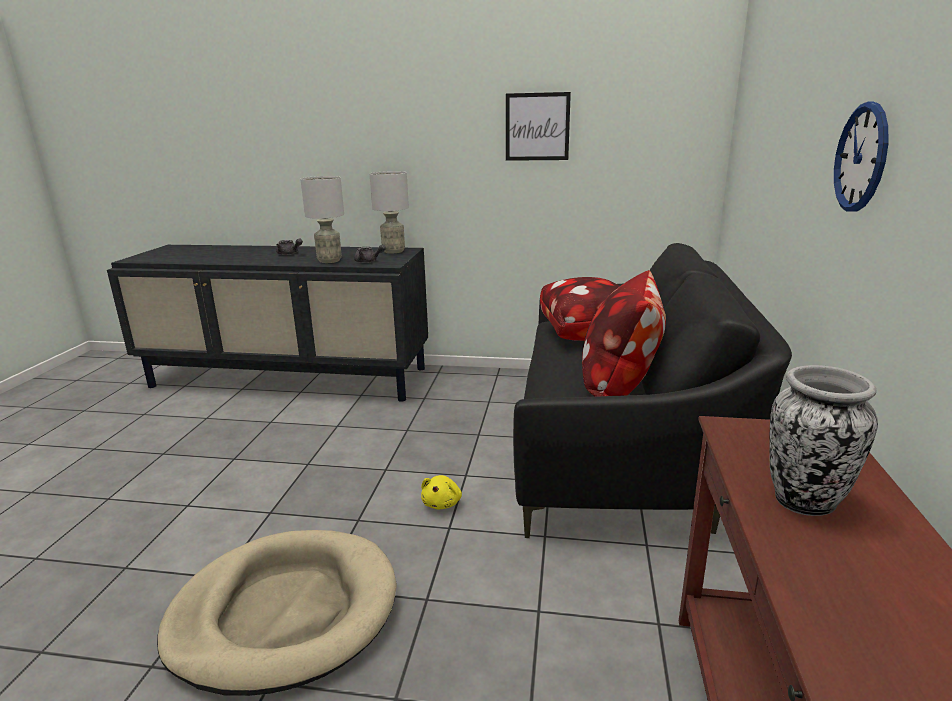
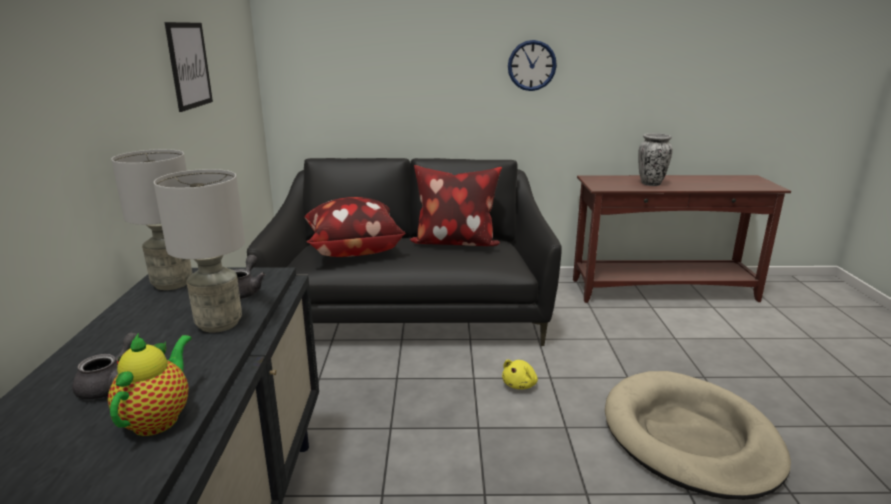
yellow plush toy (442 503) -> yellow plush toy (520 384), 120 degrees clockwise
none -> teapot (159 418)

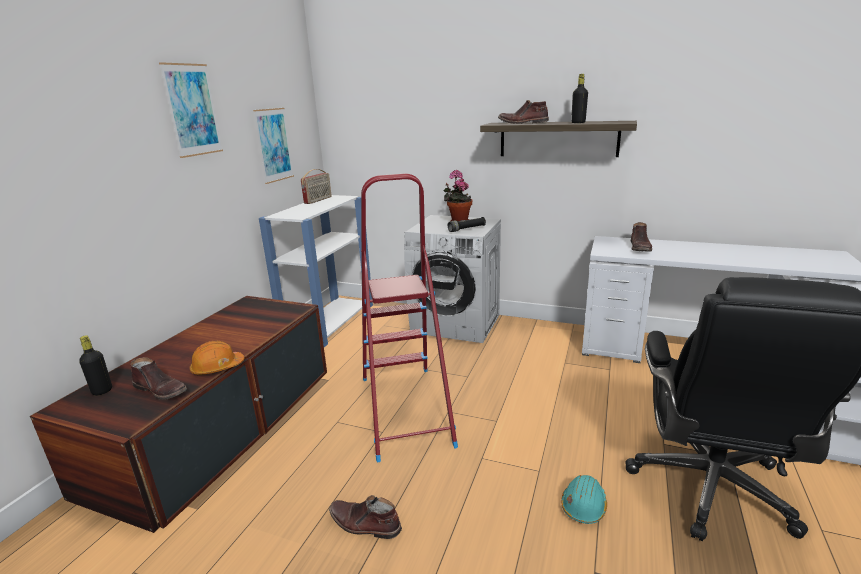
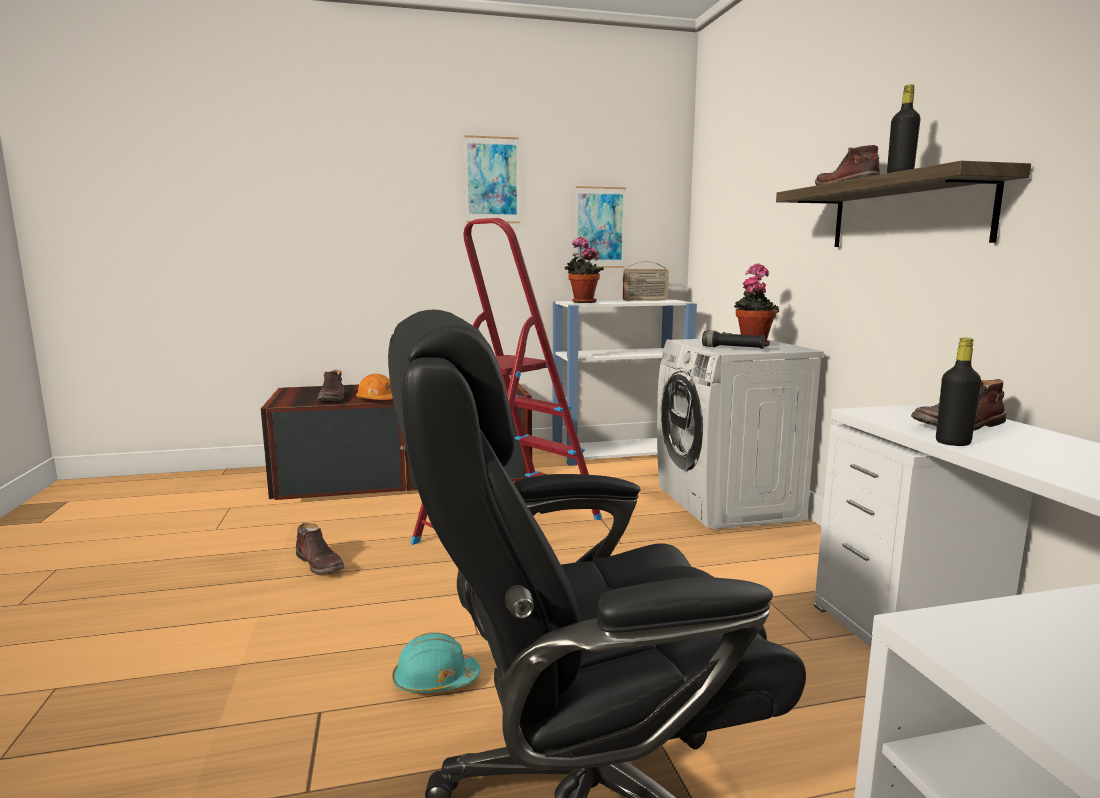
black bottle (102 391) -> black bottle (953 443), moved
brown boot (364 524) -> brown boot (321 564), 150 degrees clockwise
none -> potted plant (582 302)

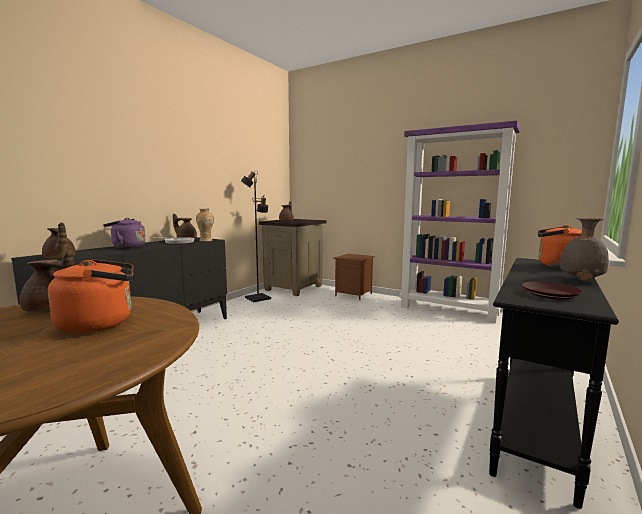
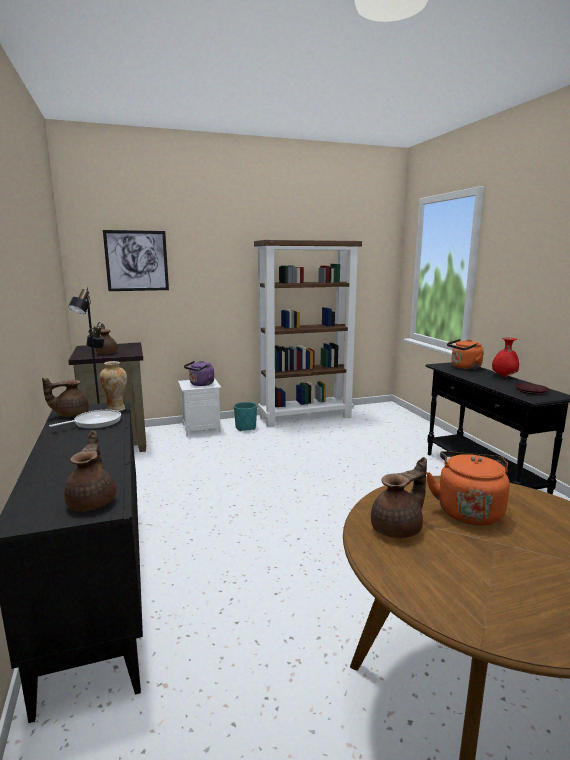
brown teapot (59 258) -> brown teapot (93 501), 90 degrees counterclockwise
purple kettle (126 247) -> purple kettle (201 384), moved
brown nightstand (354 294) -> white nightstand (202 428)
purple bookcase (449 310) -> brown bookcase (306 417)
grey vase (580 279) -> red vase (503 376)
none -> picture (136 261)
none -> turquoise planter (245 428)

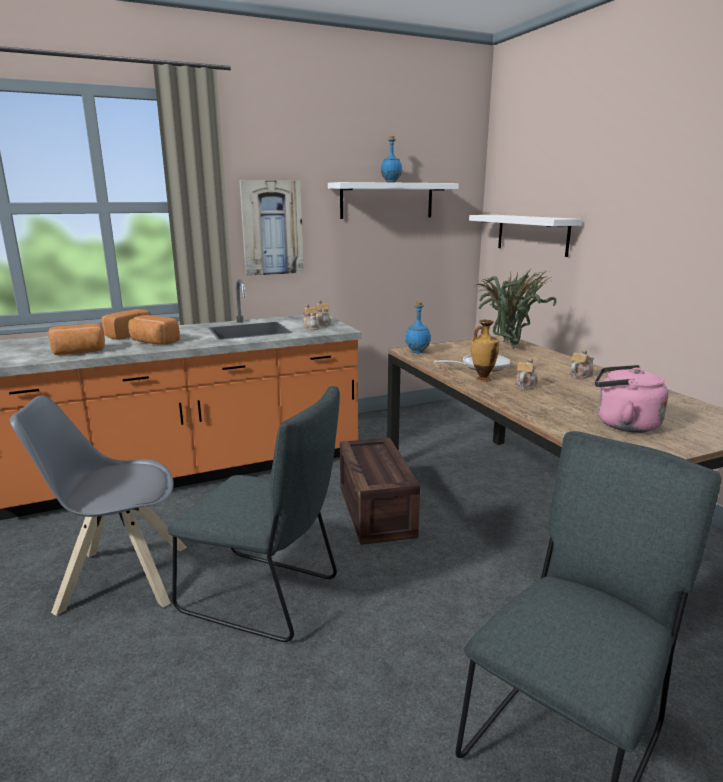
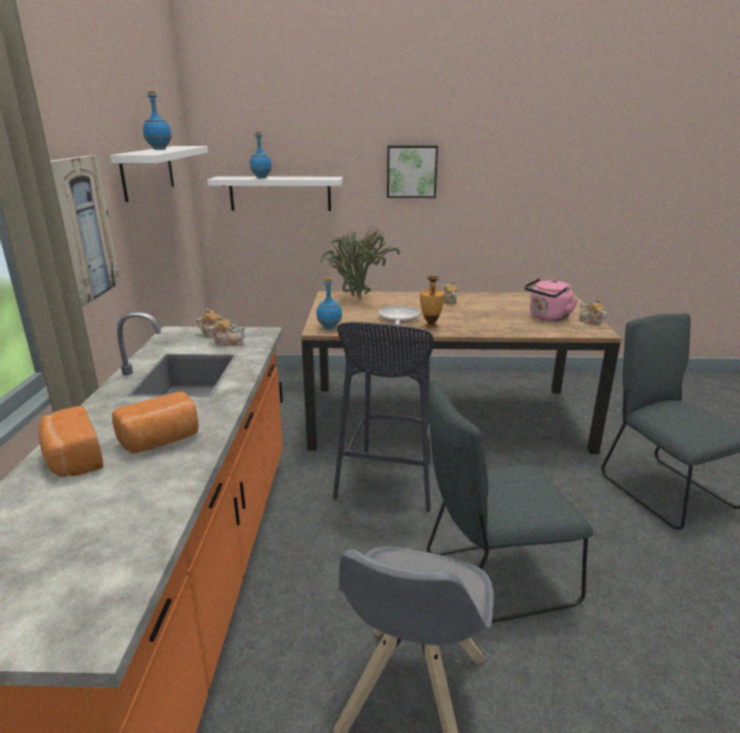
bread (79 352) -> none
grey chair (265 596) -> grey chair (493 580), 150 degrees counterclockwise
crate (374 510) -> grey stool (388 482)
teapot (525 385) -> teapot (589 322), moved
none -> blue bottle (261 178)
none -> picture (411 171)

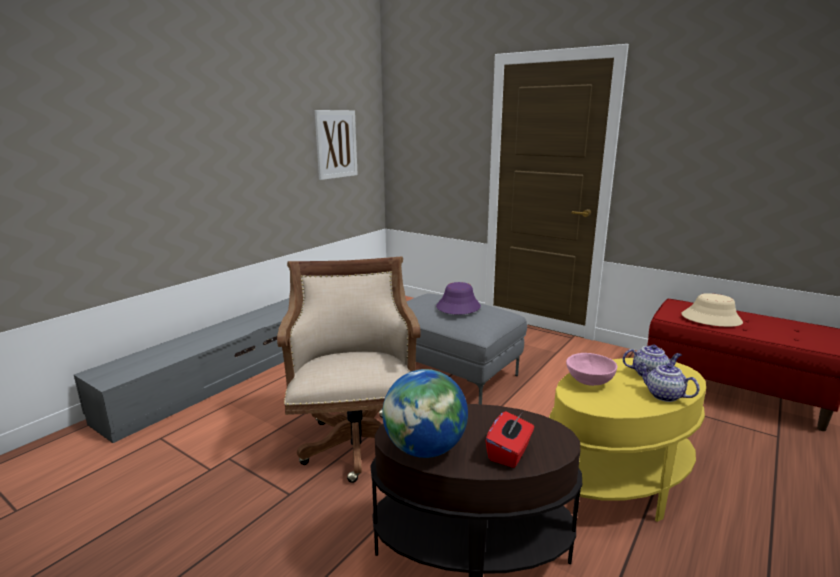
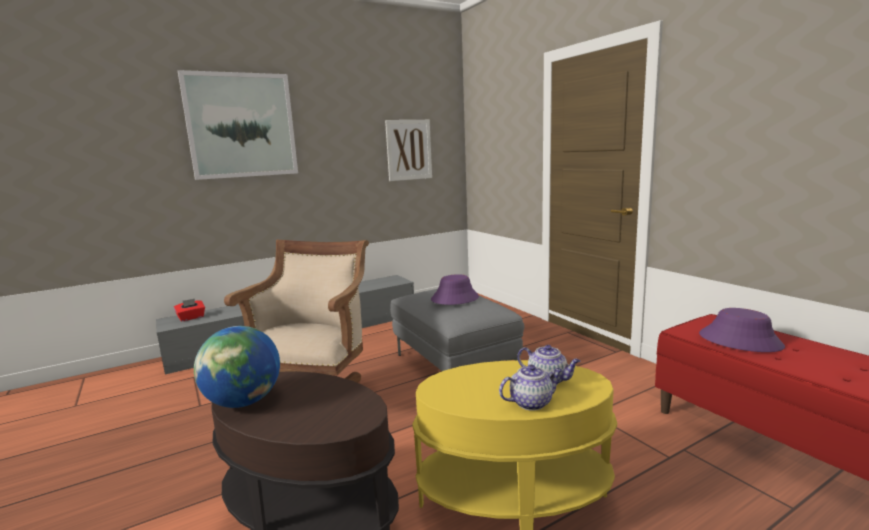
red tissue box (509 453) -> red tissue box (191 318), moved
pink bowl (589 383) -> none
teapot (663 395) -> teapot (531 402), 90 degrees clockwise
beige hat (711 319) -> purple hat (740 340)
none -> picture (241 125)

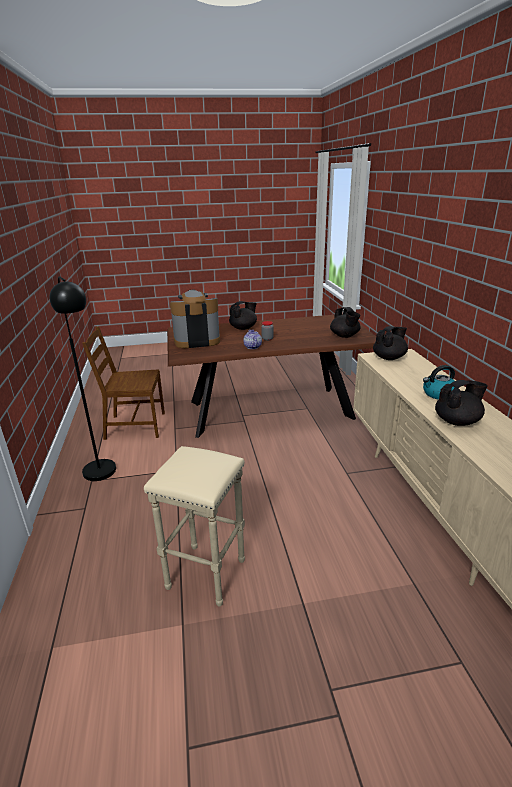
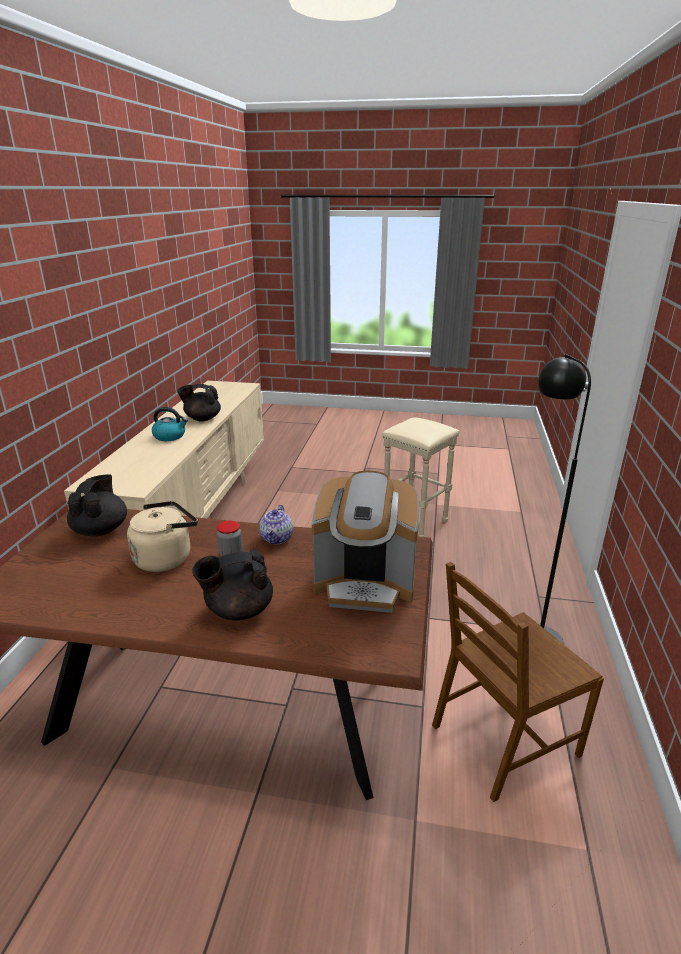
brown chair (134 426) -> brown chair (503 740), 135 degrees clockwise
black teapot (389 358) -> none
none -> beige kettle (166 557)

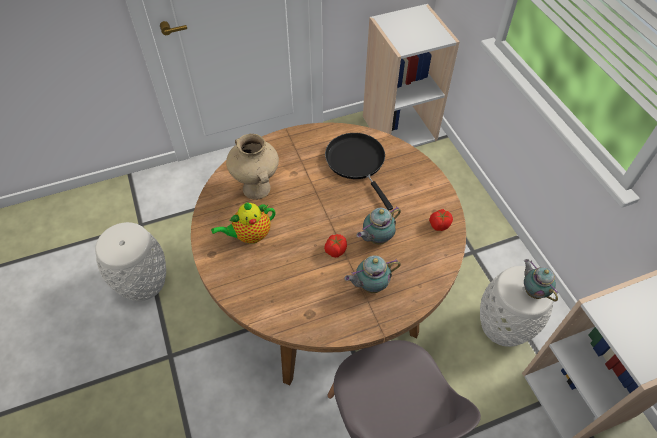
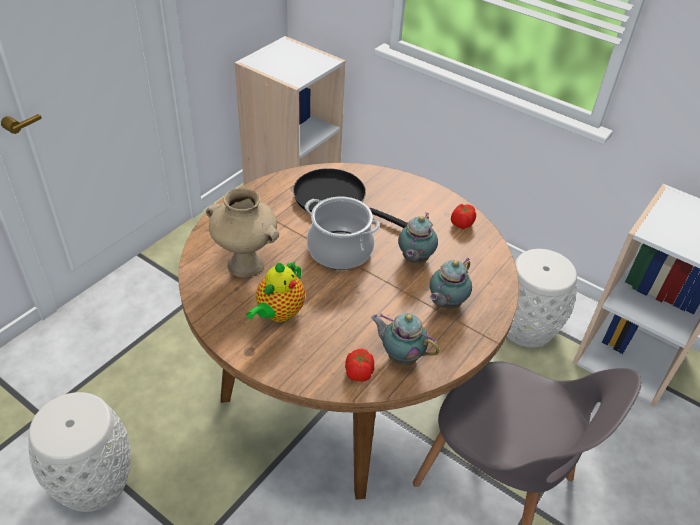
tomato (335 250) -> tomato (358 373), moved
teapot (533 290) -> teapot (400 356), moved
none -> cooking pot (339 251)

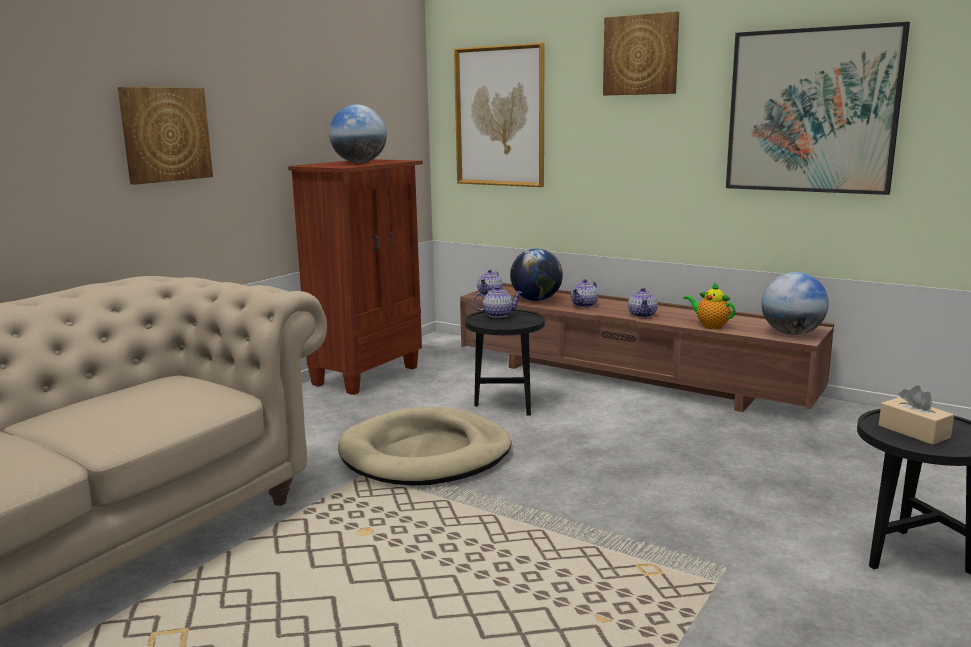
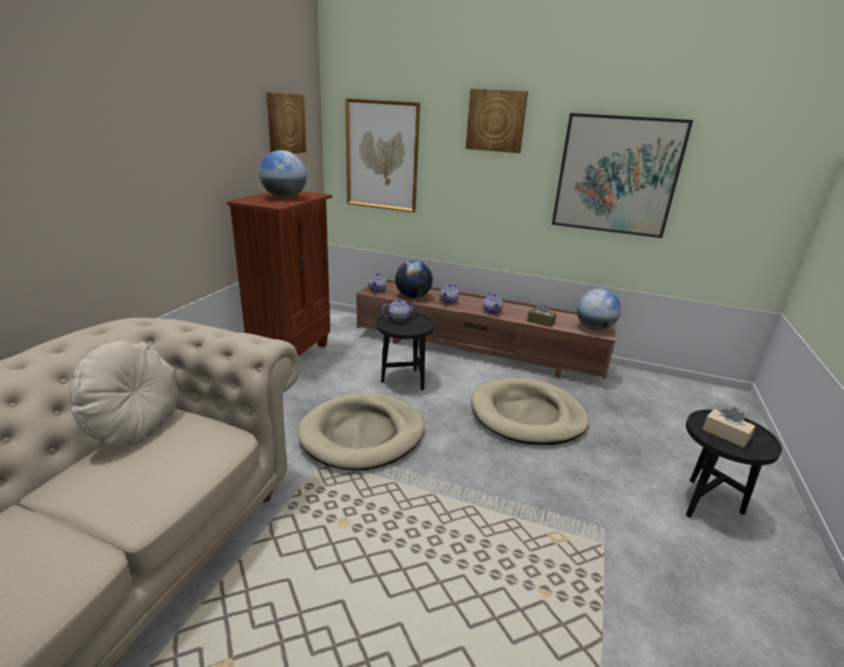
picture (165 134) -> picture (285 124), moved
teapot (710 326) -> brown tissue box (540 322)
none -> beige pillow (137 430)
none -> beige dog bed (527 415)

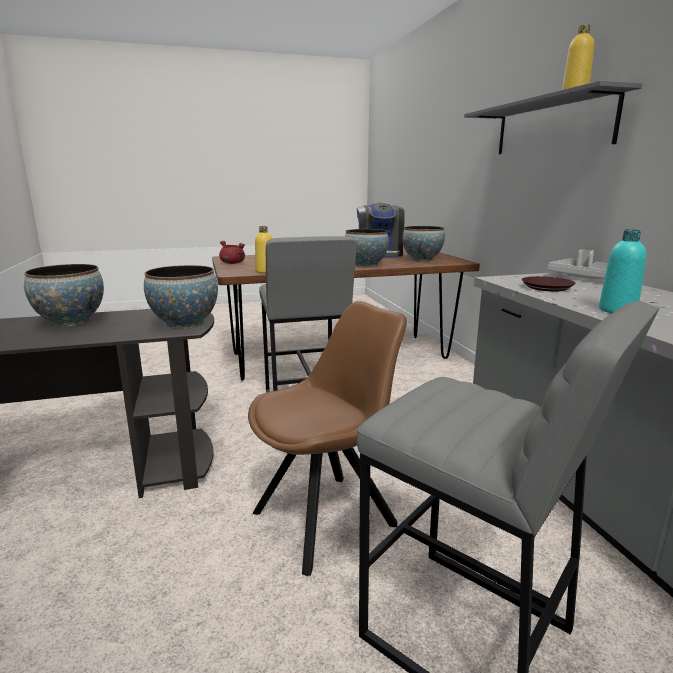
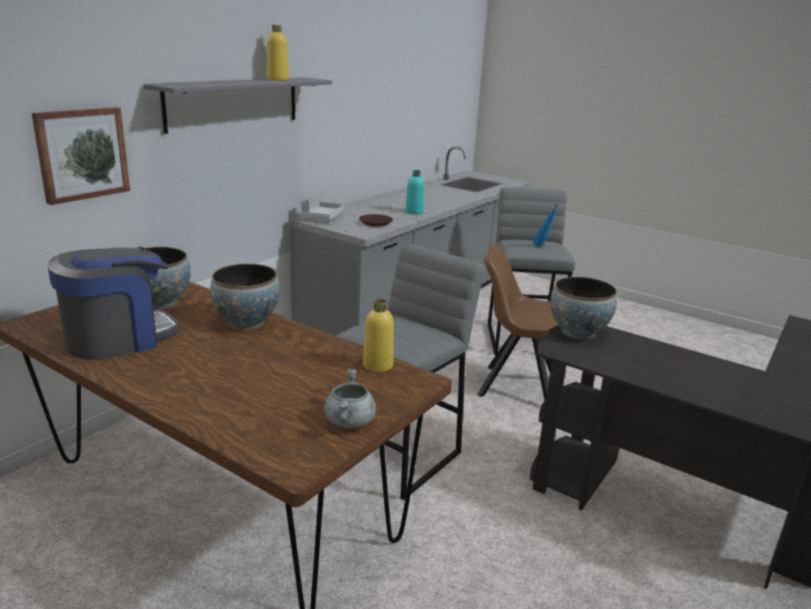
bowl (71 321) -> none
red cooking pot (232 263) -> grey cooking pot (350 422)
none -> picture (82 154)
none -> blue bottle (542 246)

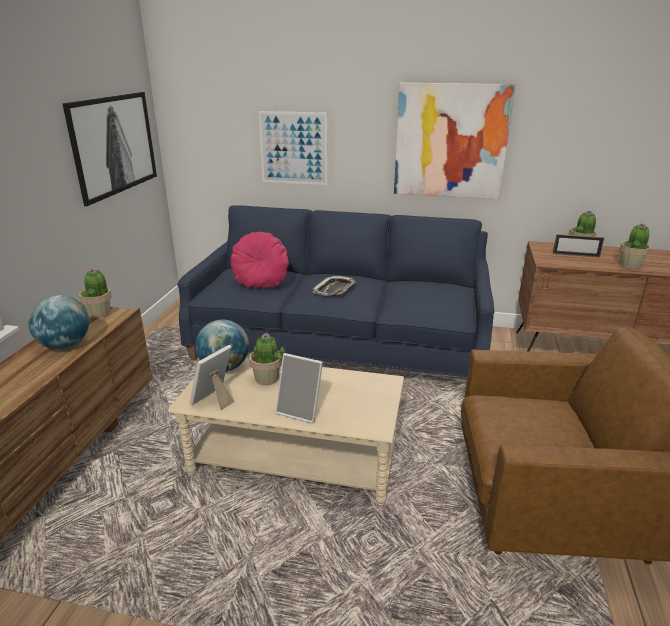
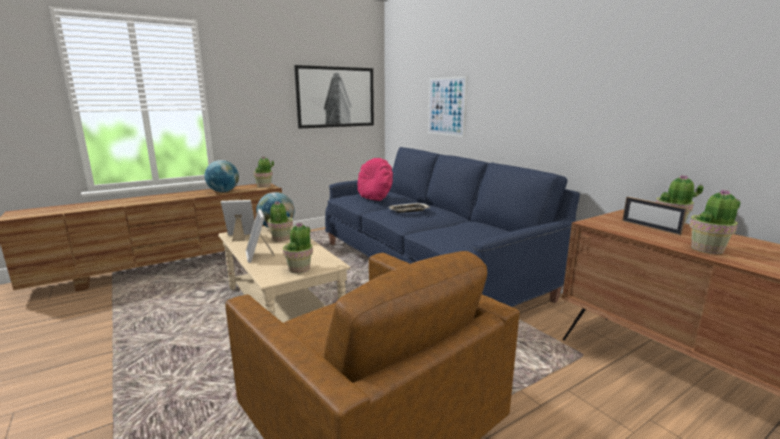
picture (450 141) -> none
none -> potted plant (299 269)

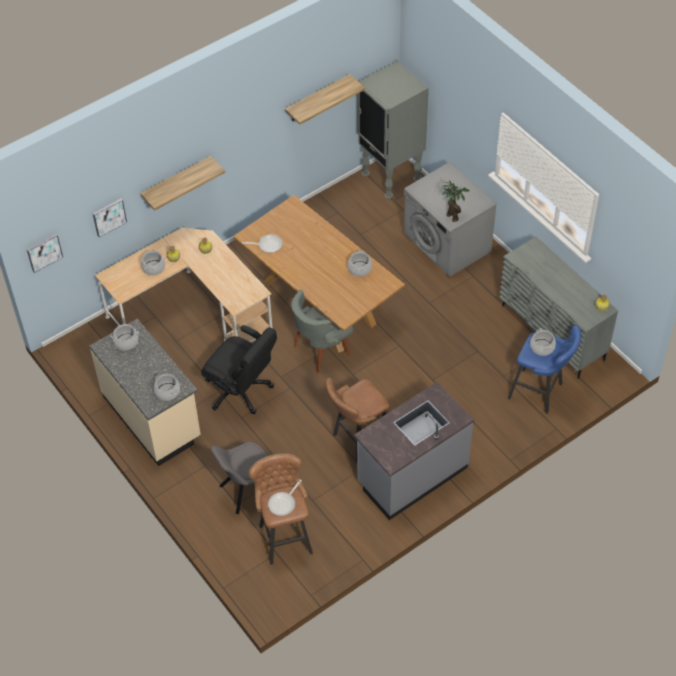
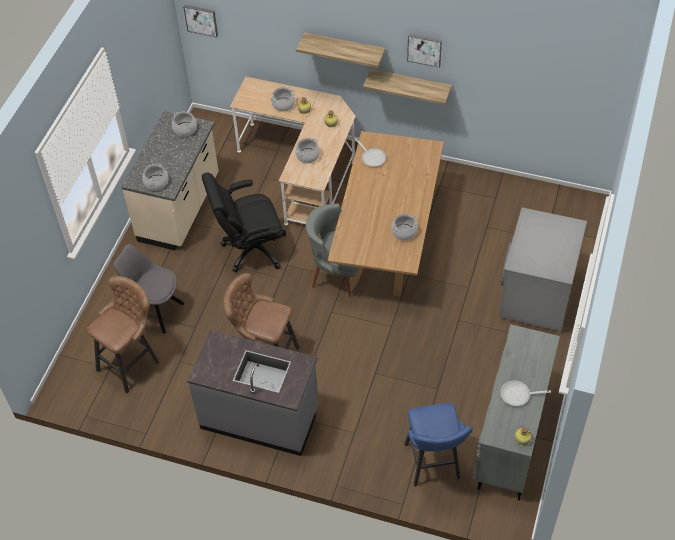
picture (109 216) -> picture (424 49), moved
black office chair (242 392) -> black office chair (250 249), 75 degrees clockwise
frying pan (283 503) -> frying pan (518 395), moved
shelf (318 98) -> shelf (410 84), moved
grey cabinet (391 177) -> none
potted plant (452 215) -> none
cooking pot (542 347) -> cooking pot (308 156), moved

